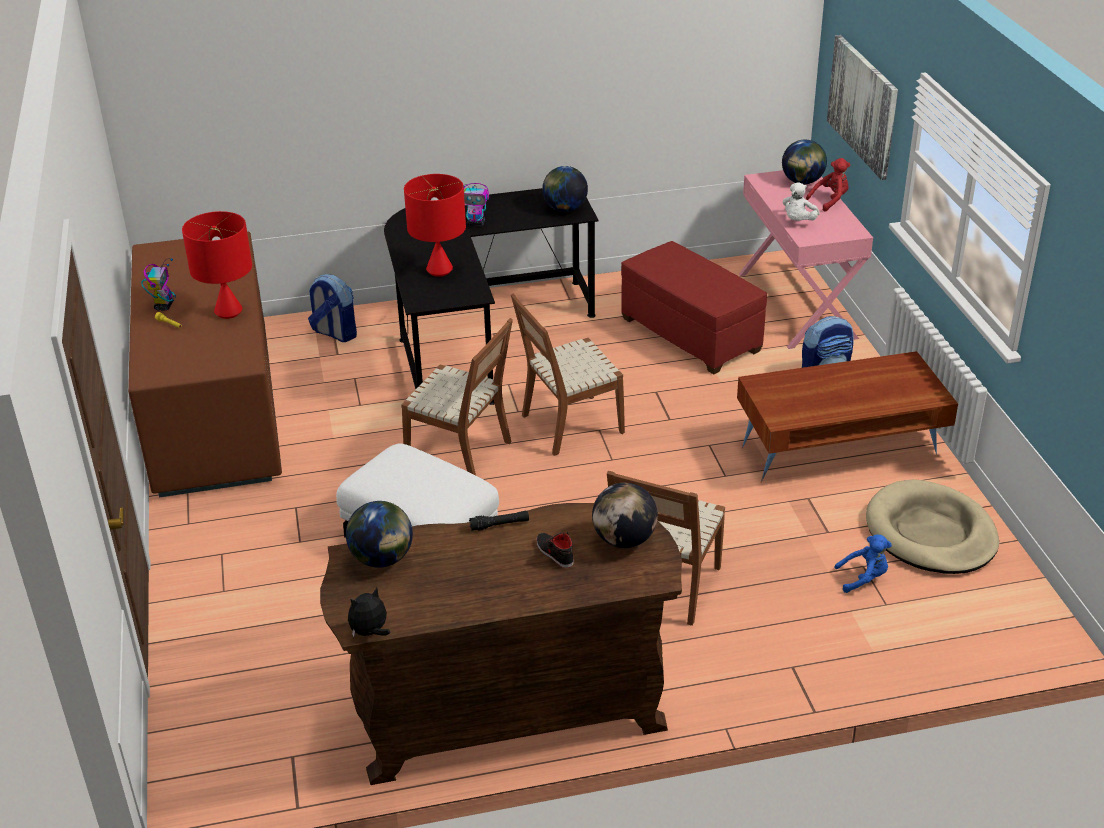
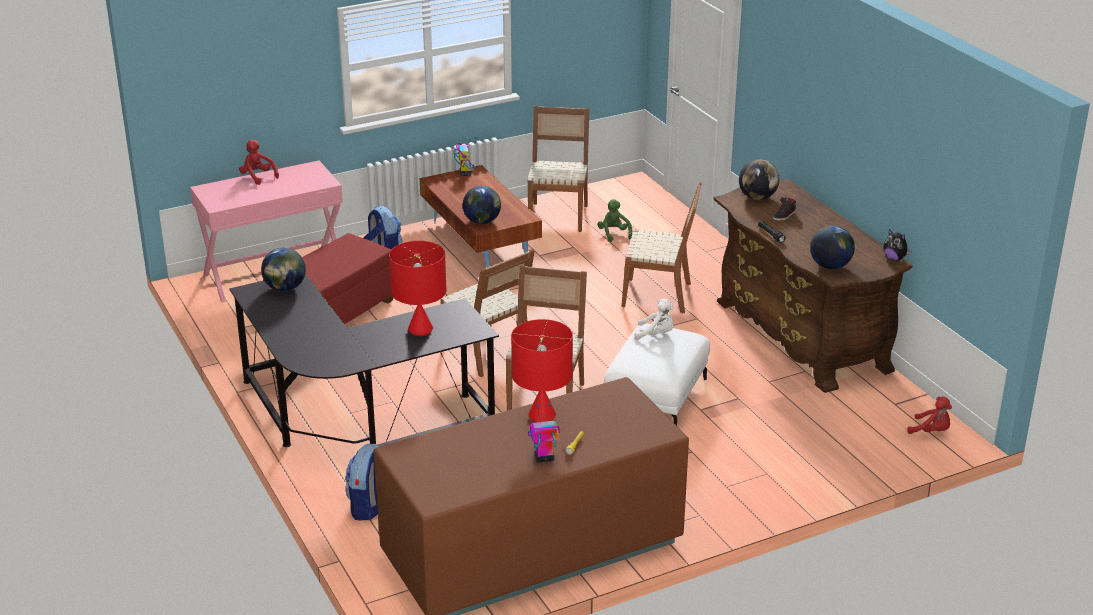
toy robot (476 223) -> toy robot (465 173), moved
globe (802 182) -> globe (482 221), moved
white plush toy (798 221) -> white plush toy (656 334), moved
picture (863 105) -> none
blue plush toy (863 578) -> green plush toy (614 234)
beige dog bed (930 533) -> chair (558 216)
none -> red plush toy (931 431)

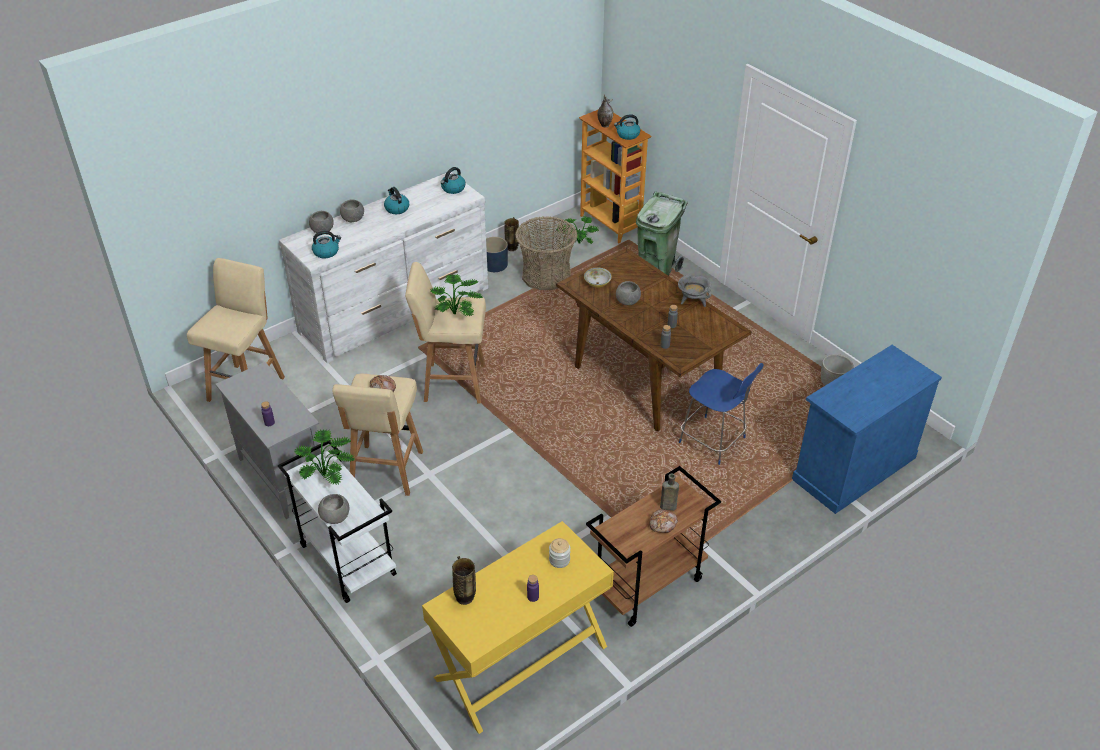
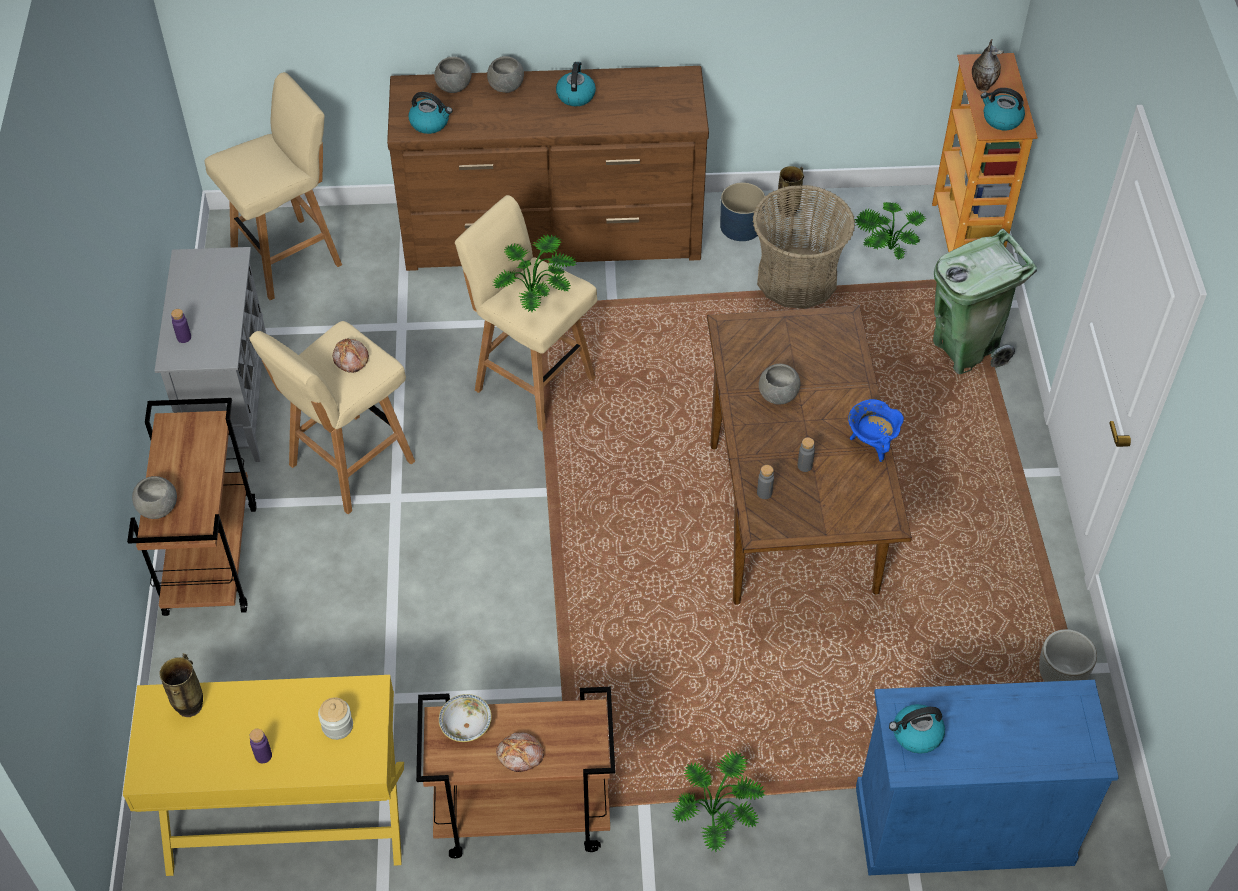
white cart (346 559) -> brown cart (210 558)
white dresser (396 310) -> brown dresser (553 234)
potted plant (328 475) -> potted plant (717 816), moved
kettle (453 189) -> kettle (916 735), moved
bowl (597 283) -> bowl (466 726), moved
brown bottle (667 506) -> none
grey cooking pot (693 301) -> blue cooking pot (872 444)
blue chair (714 442) -> none

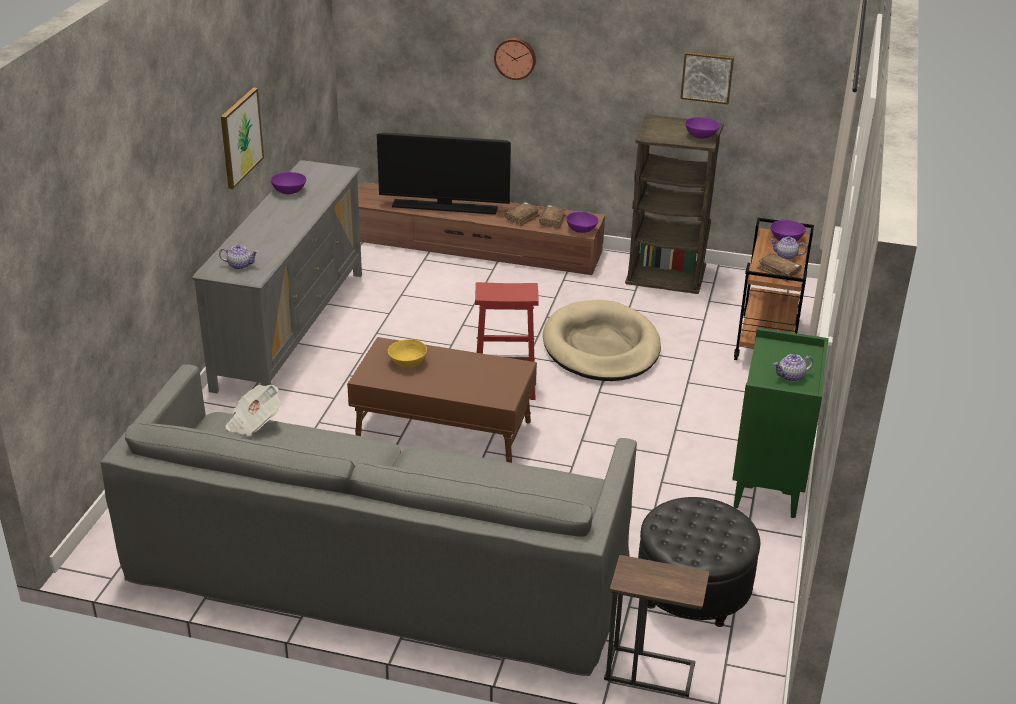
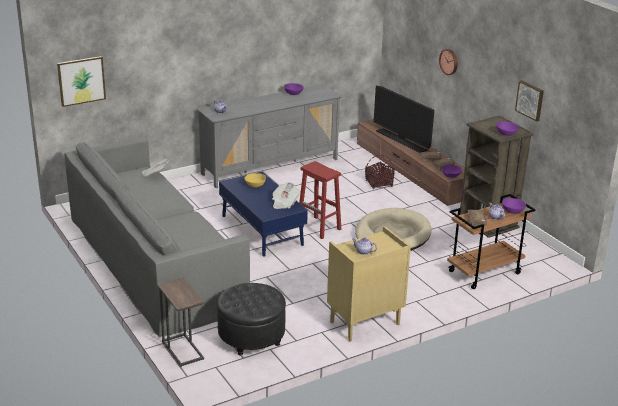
picture (240 137) -> picture (81 81), moved
brown coffee table (442 431) -> blue coffee table (261 230)
green cabinet (768 483) -> beige cabinet (364 323)
none -> newspaper (284 203)
none -> basket (379 184)

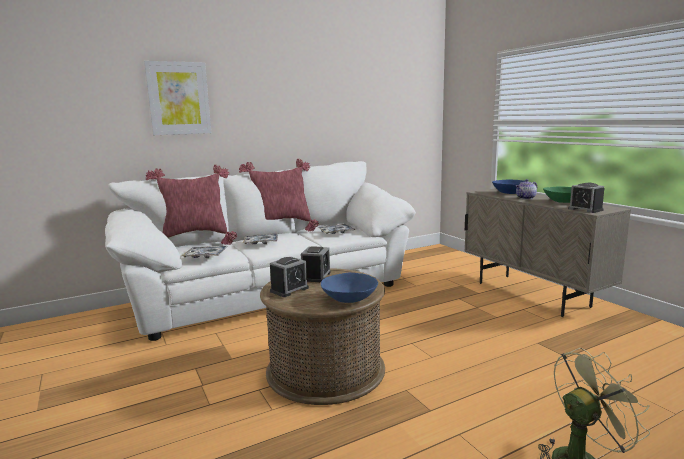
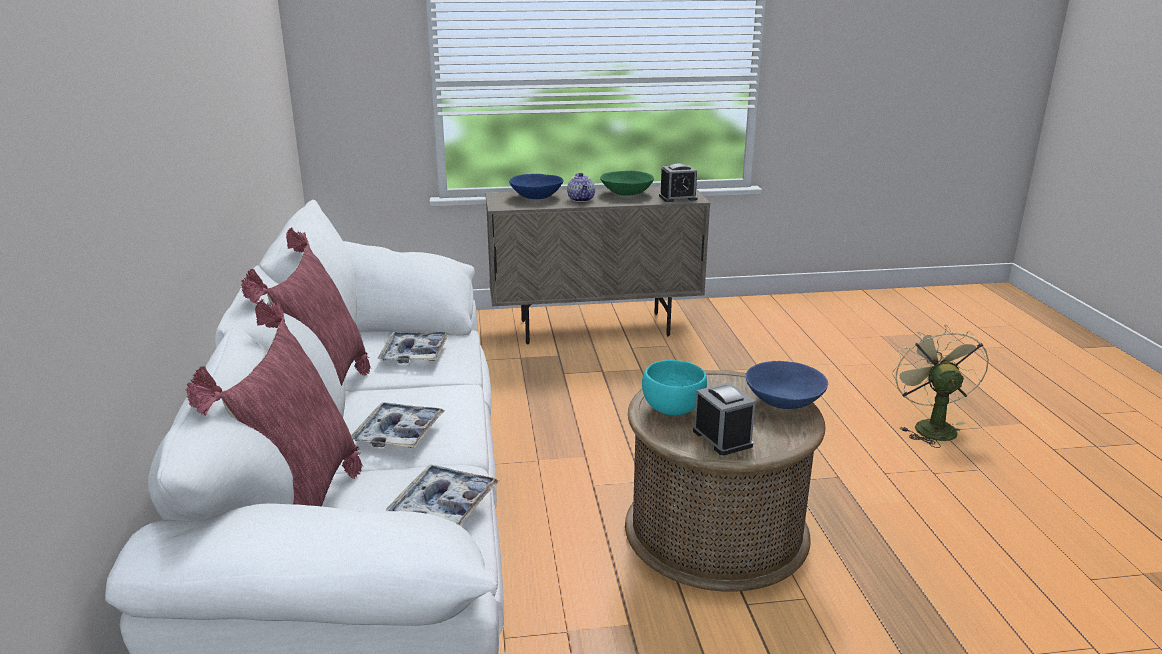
picture (178 98) -> none
alarm clock (316 276) -> turquoise bowl (672 409)

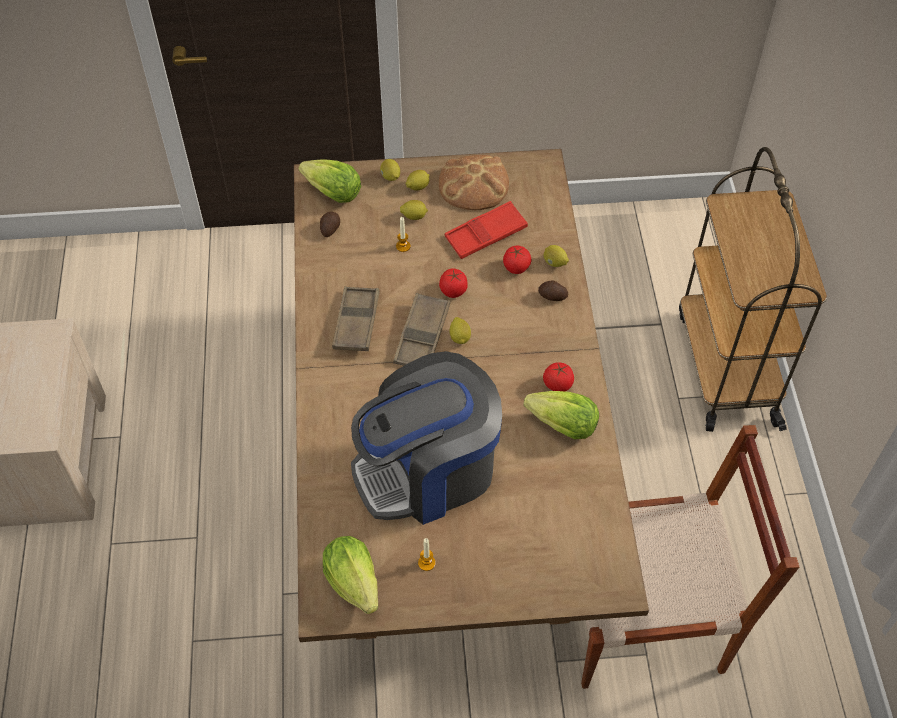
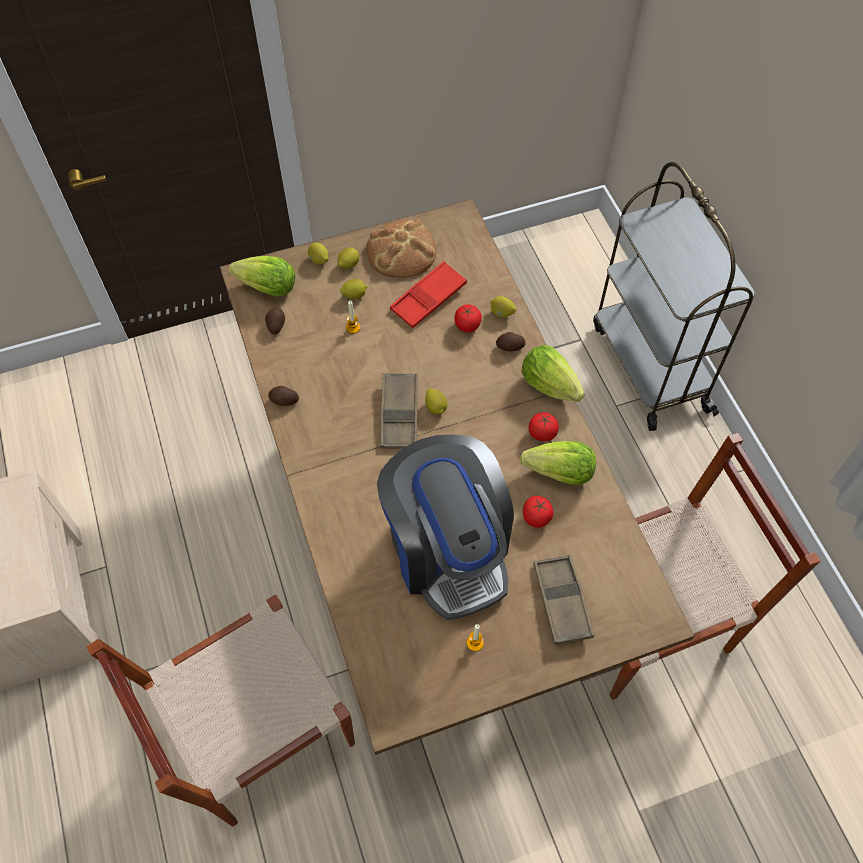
lettuce (354 582) -> lettuce (549 384), moved
brown tray (356 322) -> brown tray (562 601), moved
coffee machine (428 471) -> coffee machine (448 549), 75 degrees counterclockwise
tomato (453 290) -> tomato (536 517), moved
brown cart (727 365) -> grey cart (649 365)
none -> chair (257 730)
none -> potato (284 401)

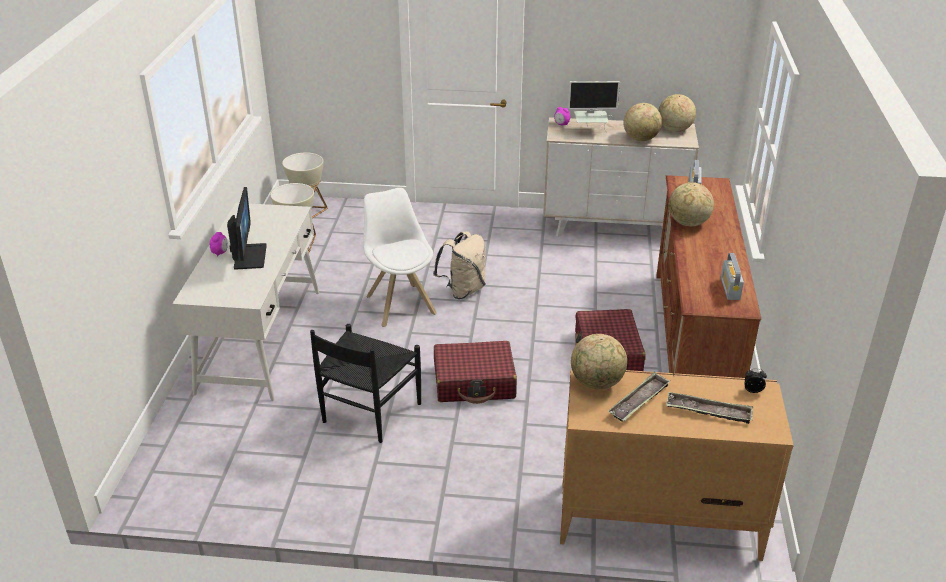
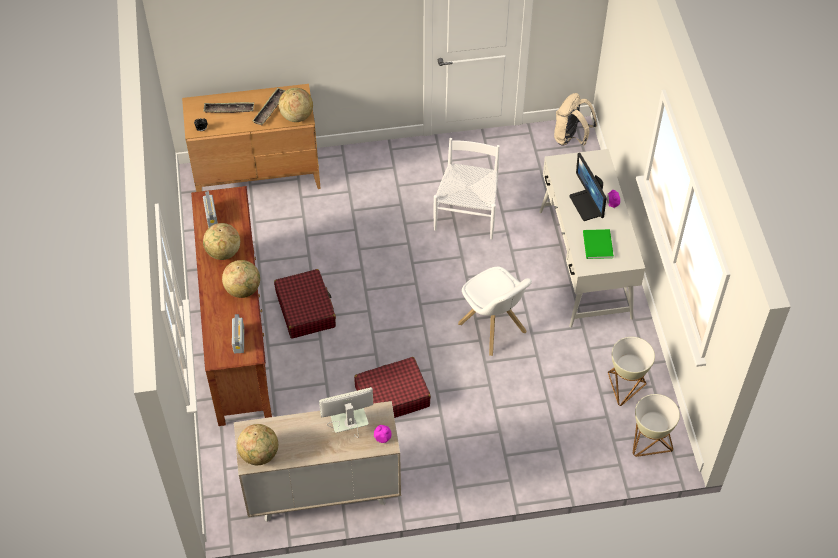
black chair (368 412) -> white chair (467 215)
beige backpack (463 290) -> beige backpack (571 138), moved
red suitcase (474 382) -> red suitcase (392 396), moved
globe (641 139) -> globe (223 252), moved
none -> green book (597 246)

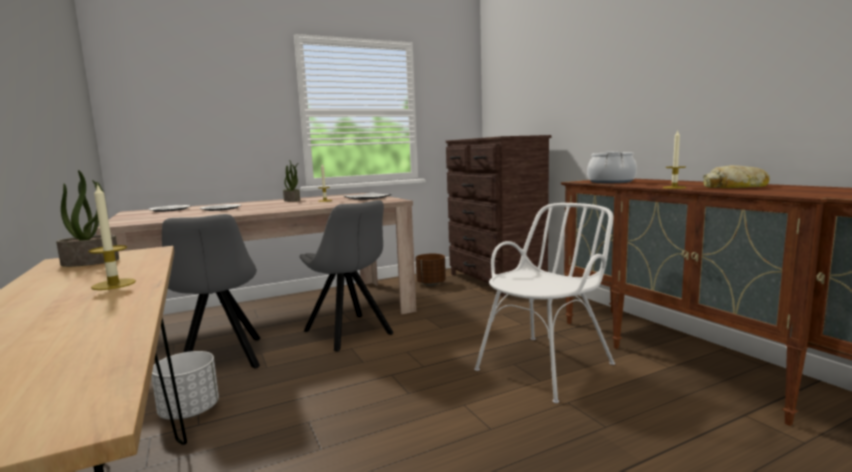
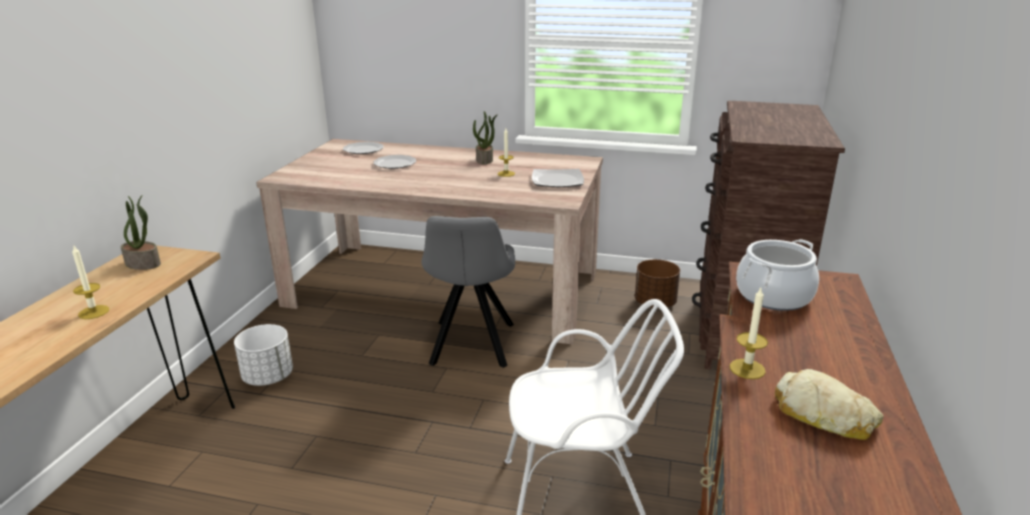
grey chair (221 359) -> none

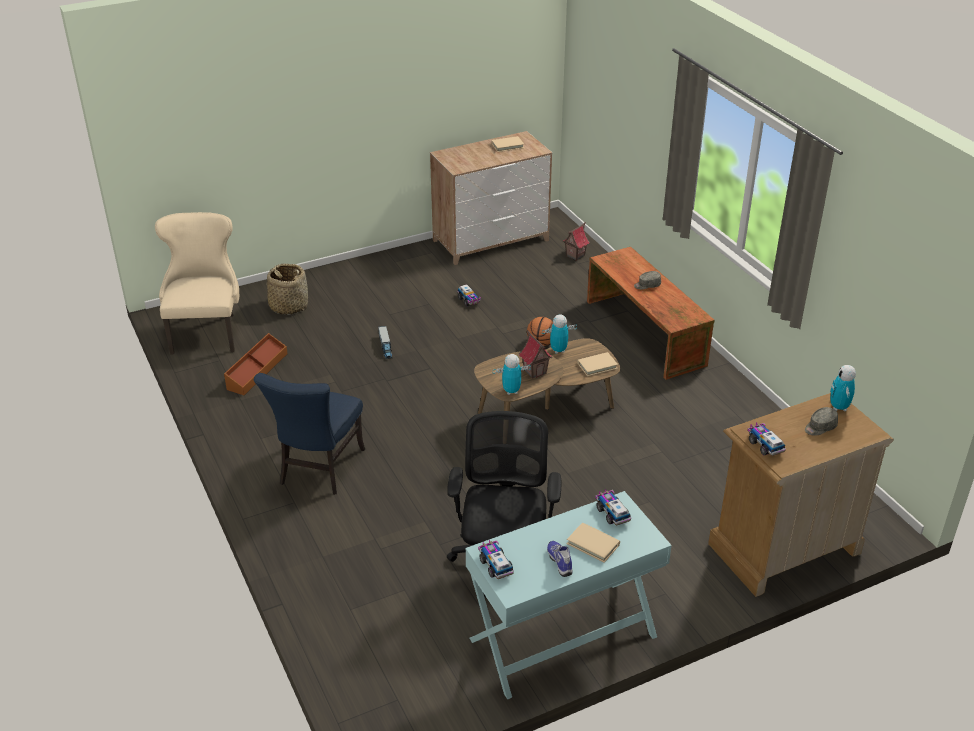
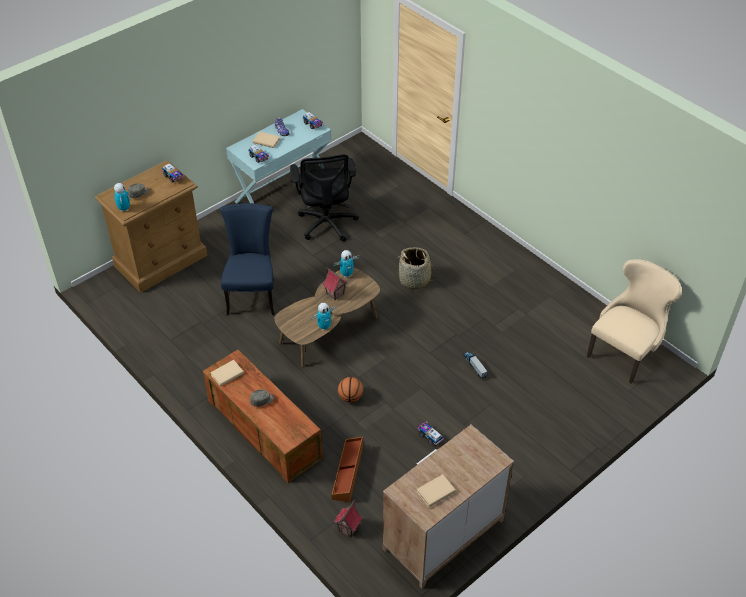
beige chair (207 332) -> beige chair (625 352), 120 degrees counterclockwise
brown storage box (256 371) -> brown storage box (348 472), moved
blue chair (318 469) -> blue chair (252 294), moved
basket (288 306) -> basket (415 280), moved
beige book (597 366) -> beige book (227 374), moved

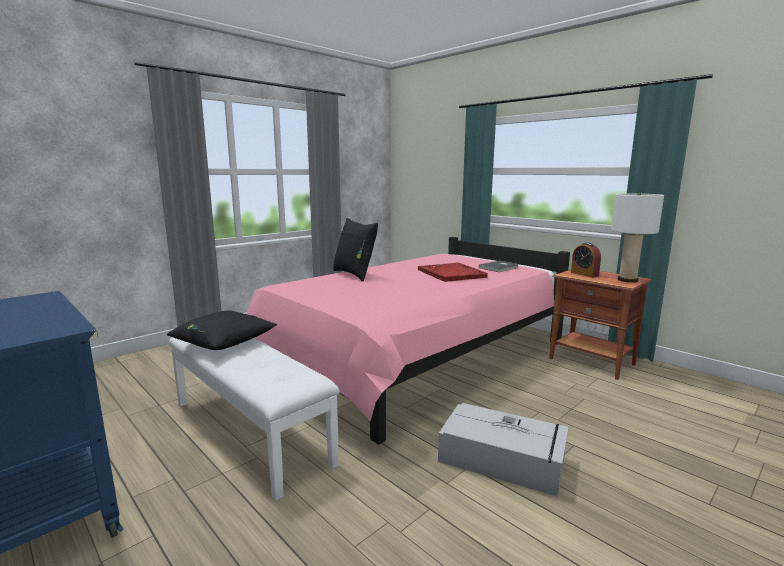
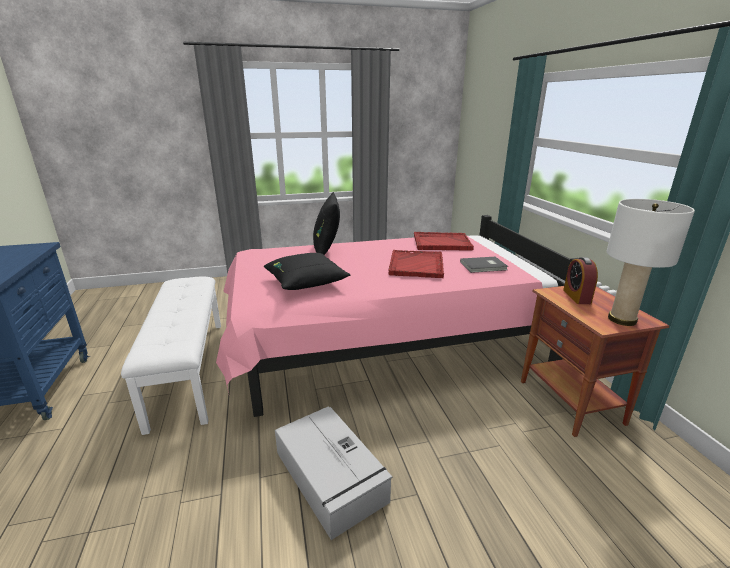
black pillow (224 343) -> black pillow (306 283), moved
none -> red tray (441 242)

